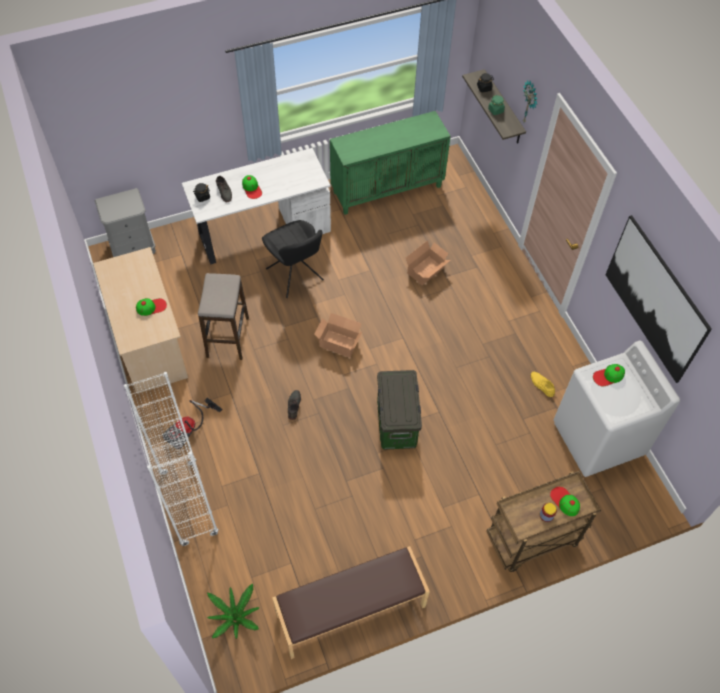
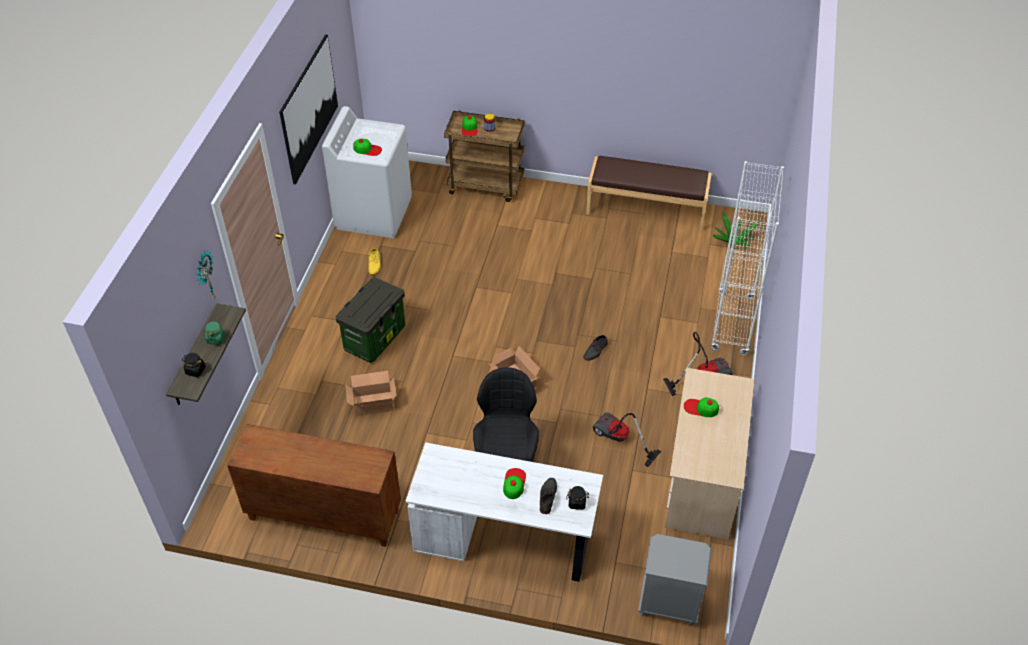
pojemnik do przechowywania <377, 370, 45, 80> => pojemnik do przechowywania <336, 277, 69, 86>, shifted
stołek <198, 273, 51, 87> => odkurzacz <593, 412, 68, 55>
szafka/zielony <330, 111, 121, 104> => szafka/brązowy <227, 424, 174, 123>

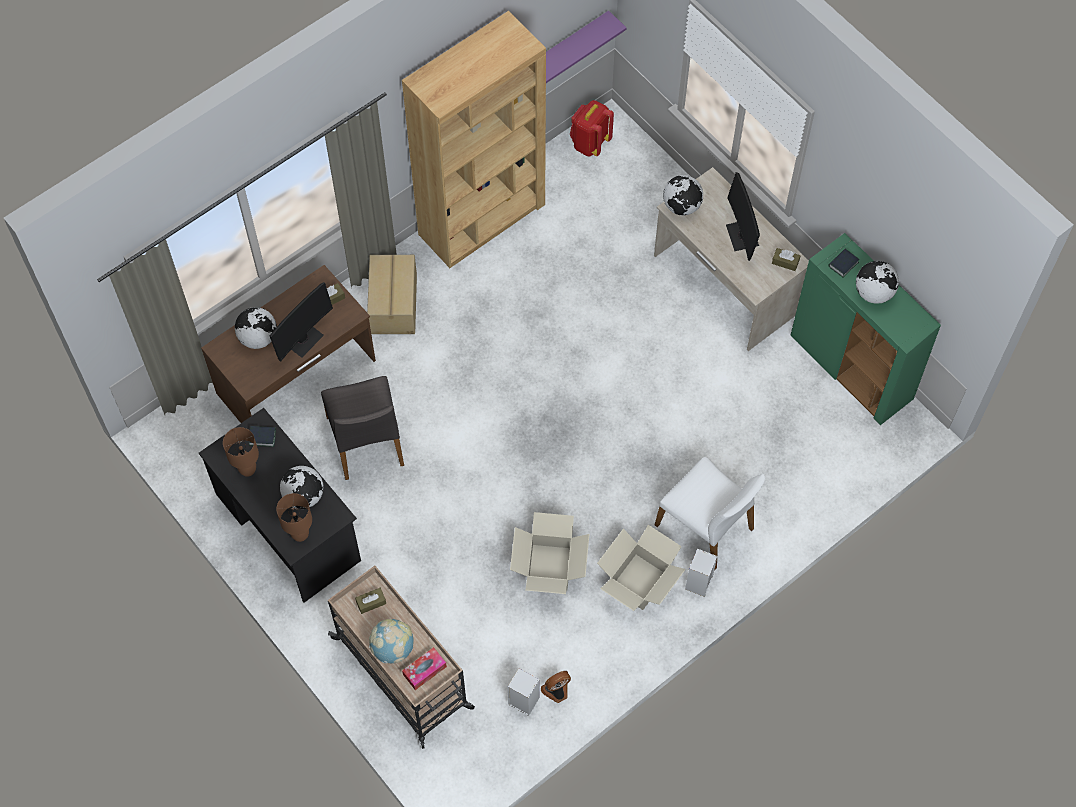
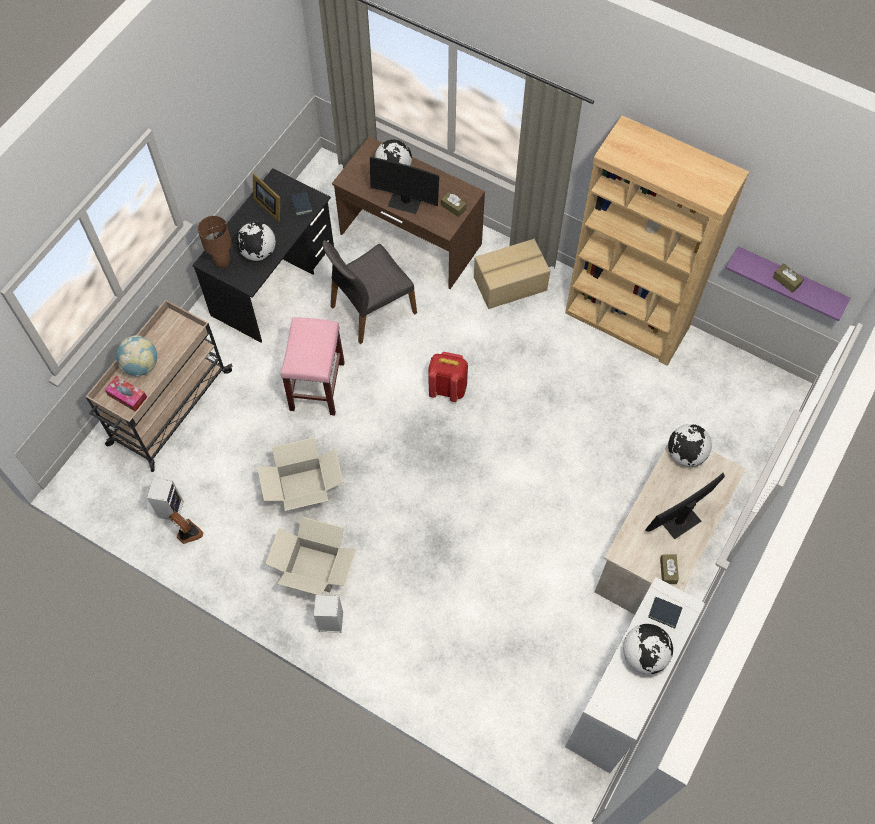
krzesło/biały <655, 457, 110, 114> => nothing
nothing => stołek/różowy <281, 317, 64, 99>
pudełko chusteczek/brązowy <355, 588, 31, 26> => pudełko chusteczek/brązowy <773, 264, 31, 29>, shifted
plecak/czerwony <570, 100, 44, 56> => plecak/czerwony <428, 352, 40, 50>, shifted
lampa stołowa/brązowy <223, 427, 36, 50> => ramka na zdjęcie <253, 173, 27, 49>
szafka/zielony <791, 233, 150, 192> => szafka/biały <565, 577, 140, 196>

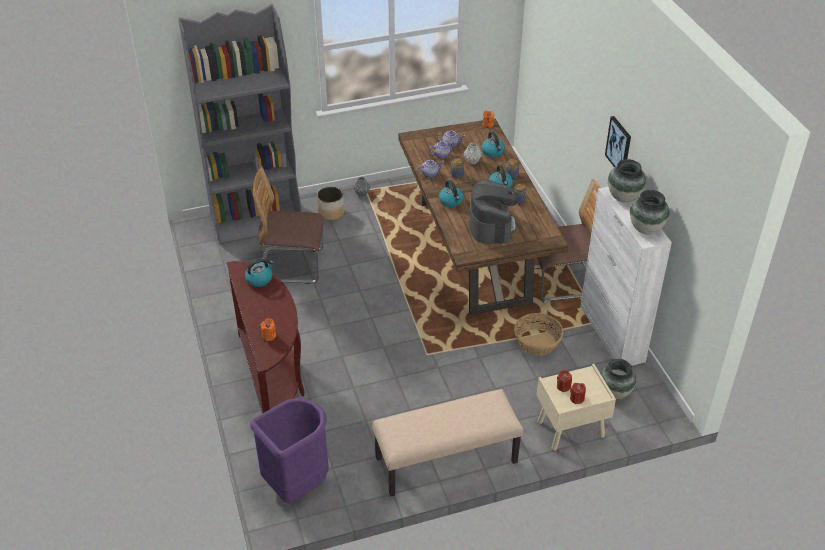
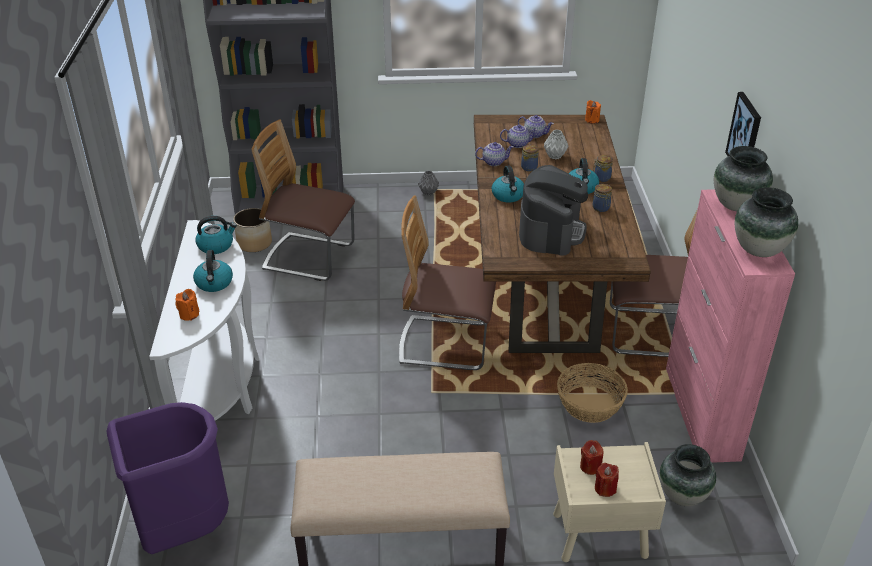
nothing => krzesło <399, 195, 97, 175>
donica <317, 187, 27, 34> => donica <233, 208, 39, 44>, shifted
czajnik <481, 131, 24, 26> => czajnik <193, 250, 40, 42>, shifted
stolik konsolowy/brązowy <227, 261, 78, 153> => stolik konsolowy/biały <149, 220, 110, 201>
szafka/biały <580, 187, 92, 179> => szafka/różowy <666, 189, 129, 274>

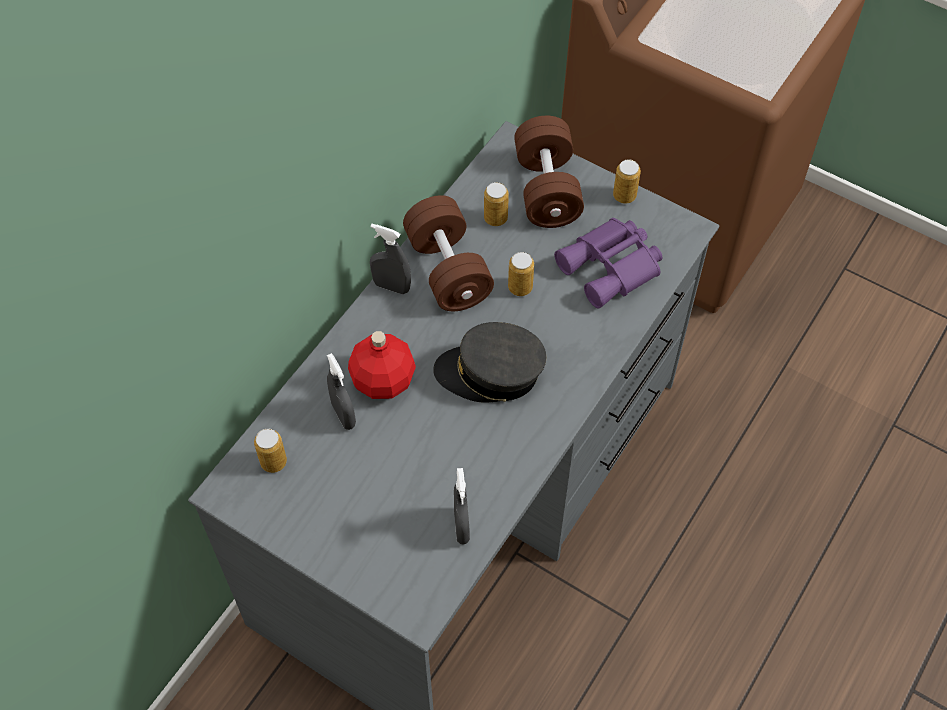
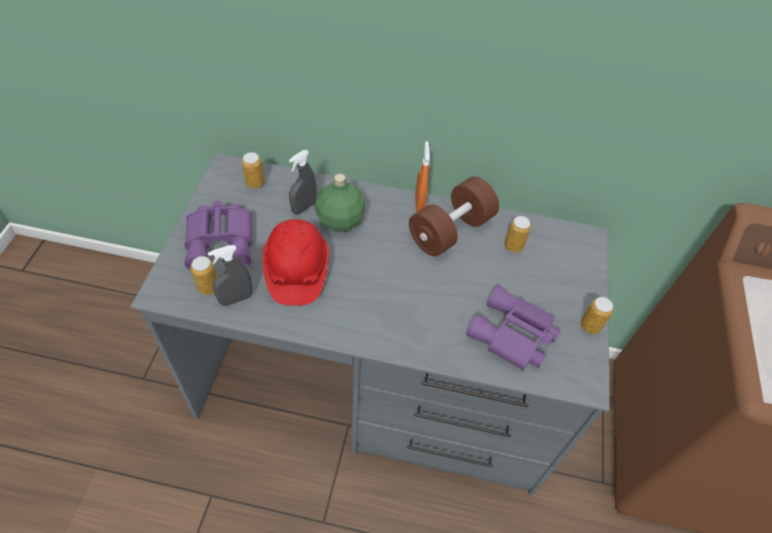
czapka z daszkiem/szary <433, 322, 113, 81> => nothing
hantel/brązowy <514, 116, 70, 112> => nothing
nothing => lornetka/fioletowy <184, 200, 69, 70>
nothing => kask/czerwony <262, 219, 67, 87>
puszka <508, 252, 26, 44> => puszka <190, 256, 27, 39>, shifted
butelka/czerwony <348, 331, 68, 68> => butelka/zielony <315, 174, 51, 58>
spryskiwacz/szary <370, 224, 41, 70> => spryskiwacz/pomarańczowy <415, 141, 15, 71>

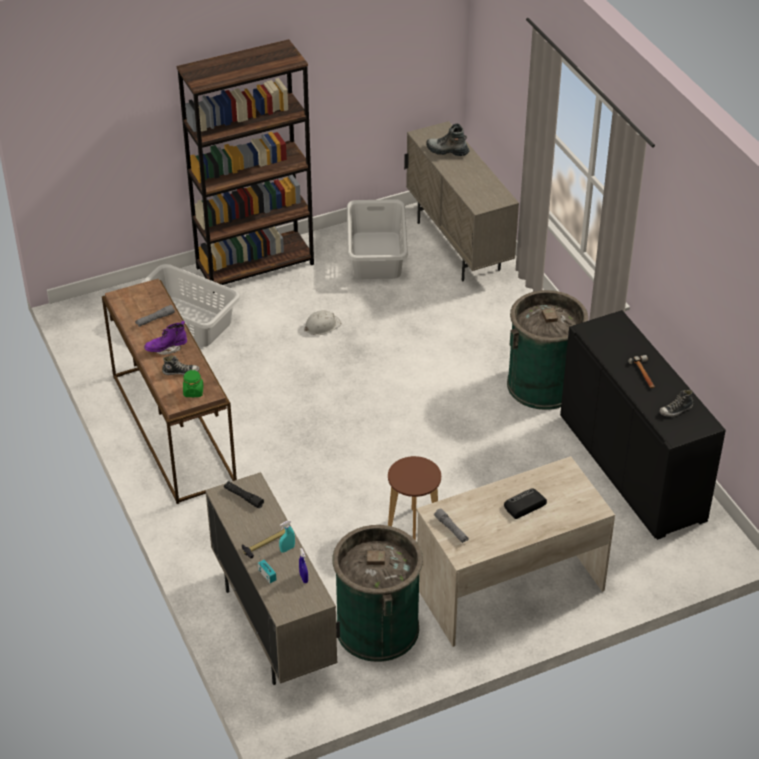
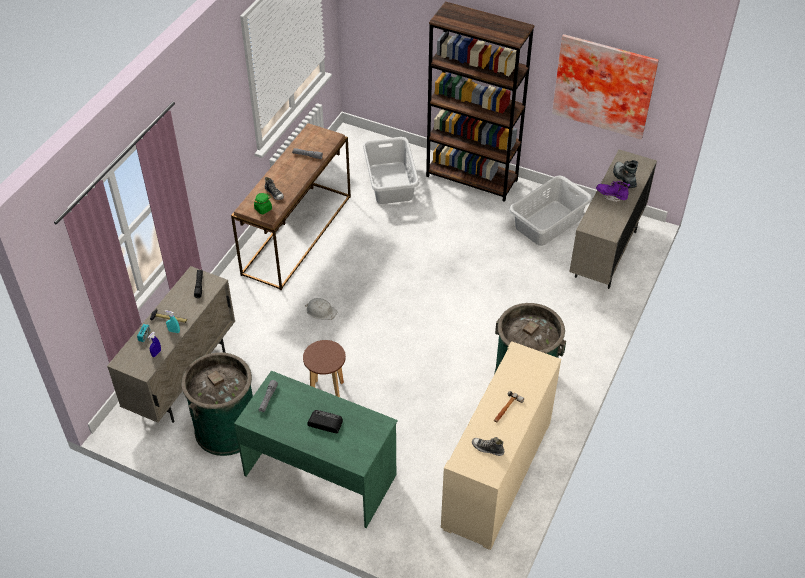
nothing => obraz <552, 34, 107, 105>
but z cholewką/fioletowy <144, 321, 43, 34> => but z cholewką/fioletowy <596, 181, 34, 21>, shifted
kask/biały <304, 310, 38, 25> => kask/biały <305, 298, 32, 22>, shifted
biurko/beżowy <416, 456, 199, 191> => biurko/zielony <234, 371, 163, 157>
szafka/czarny <560, 310, 166, 230> => szafka/beżowy <441, 341, 120, 209>

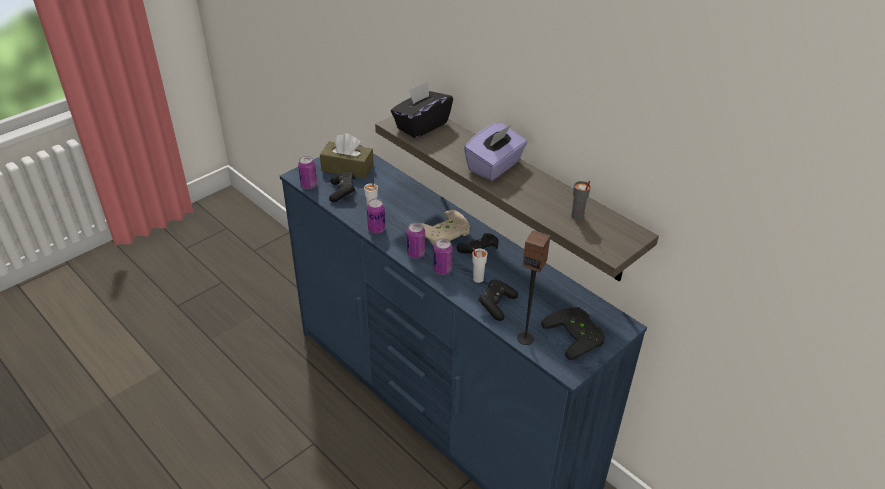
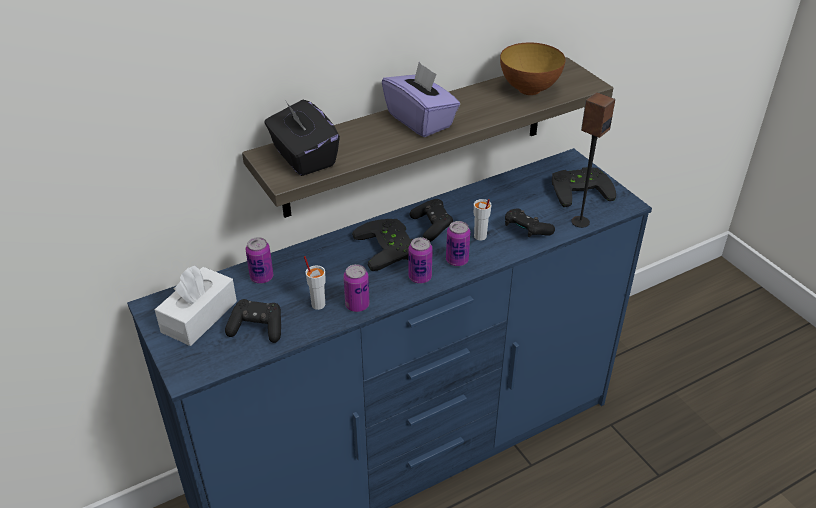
puszka <298, 156, 19, 33> => puszka <246, 237, 28, 47>, shifted
filiżanka/szary <571, 181, 20, 39> => miska <500, 42, 65, 53>
pudełko chusteczek/brązowy <320, 133, 54, 46> => pudełko chusteczek/biały <155, 265, 82, 81>
pad do gier/beżowy <420, 210, 50, 36> => pad do gier/czarny <352, 219, 61, 52>

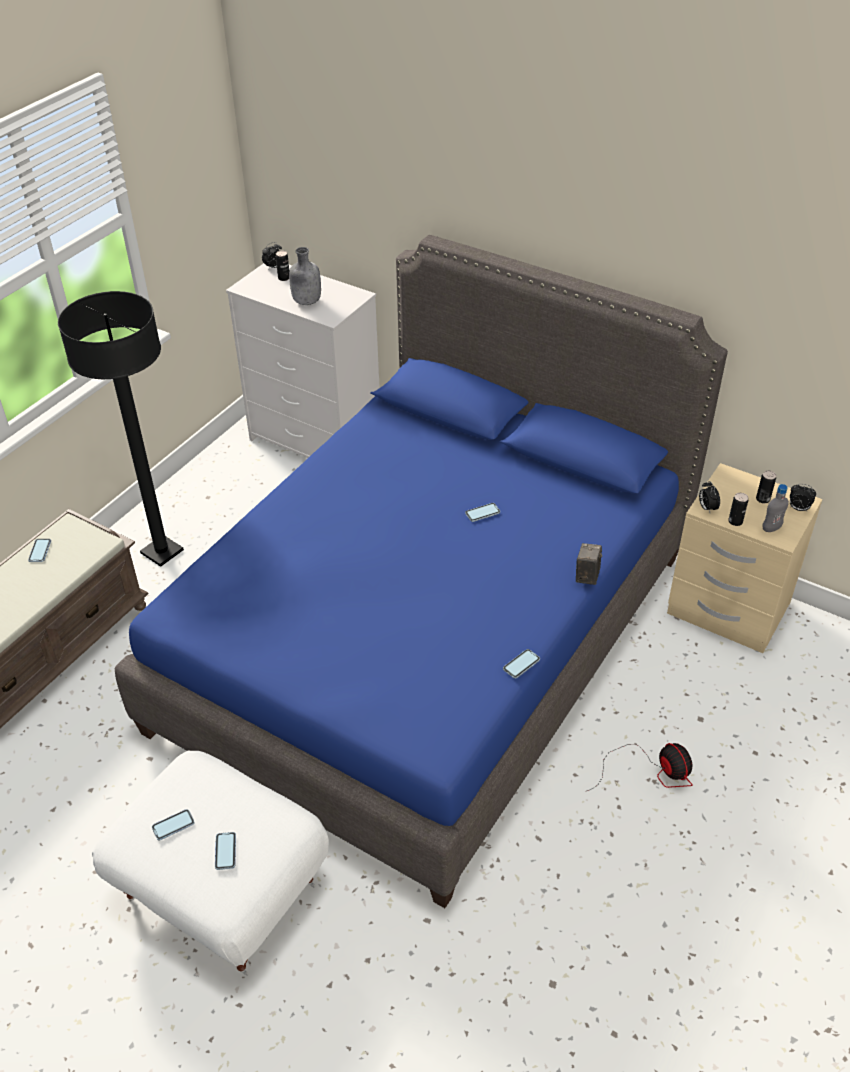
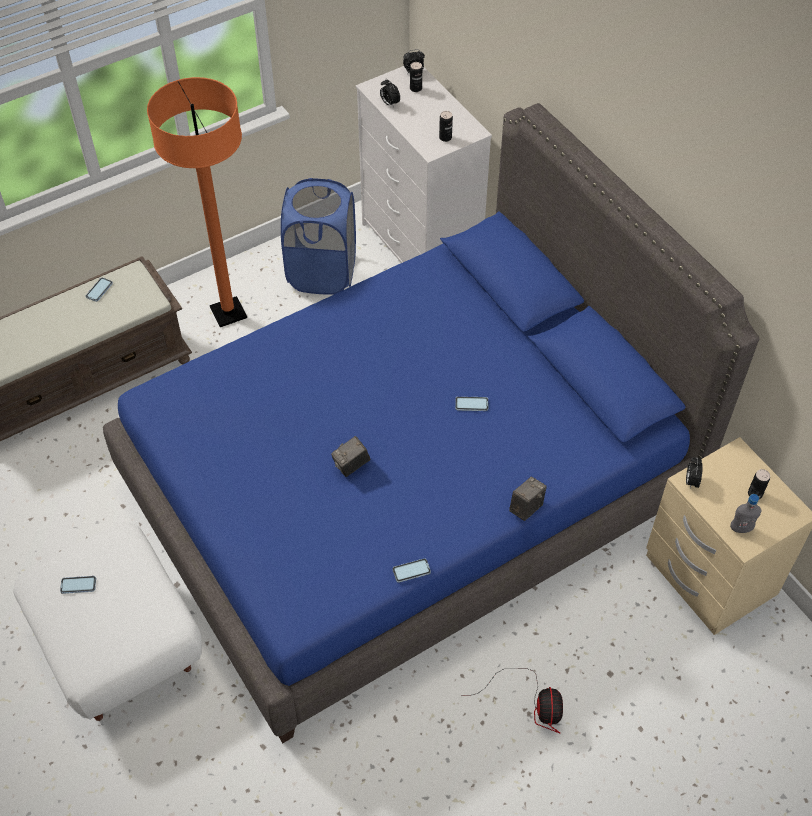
telefon <215, 832, 21, 38> => nothing
butelka/szary <289, 247, 32, 58> => nothing
nothing => kosz na pranie/niebieski <281, 178, 75, 117>
nothing => aparat fotograficzny <331, 436, 39, 41>
puszka <728, 493, 20, 33> => puszka <439, 111, 14, 31>, shifted
budzik <790, 484, 26, 27> => budzik <380, 79, 20, 28>, shifted
lampa stojąca/czarny <58, 291, 126, 276> => lampa stojąca/pomarańczowy <147, 77, 100, 250>

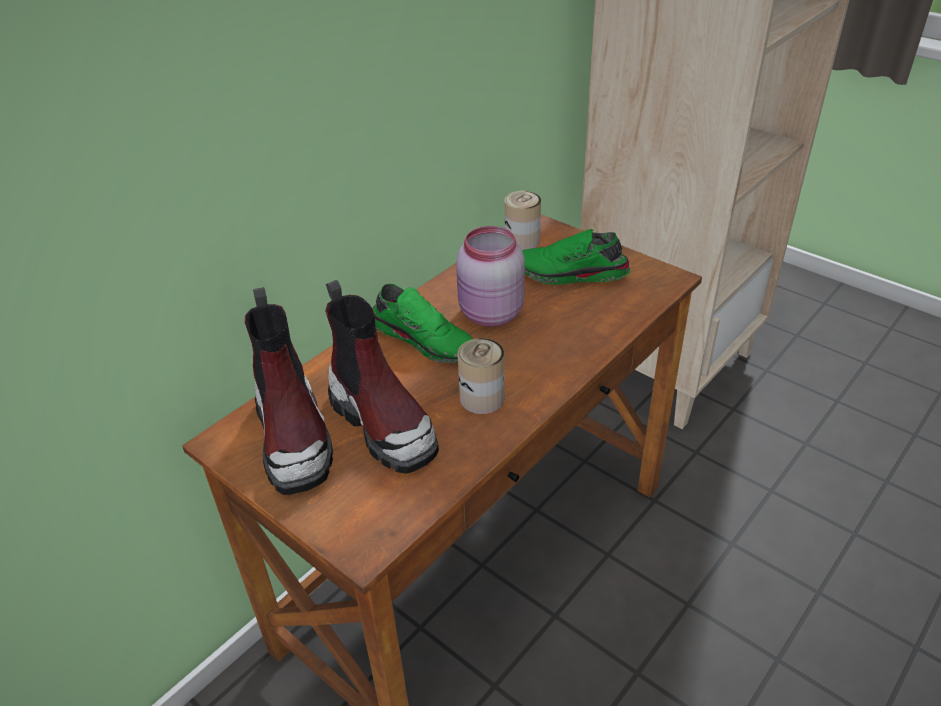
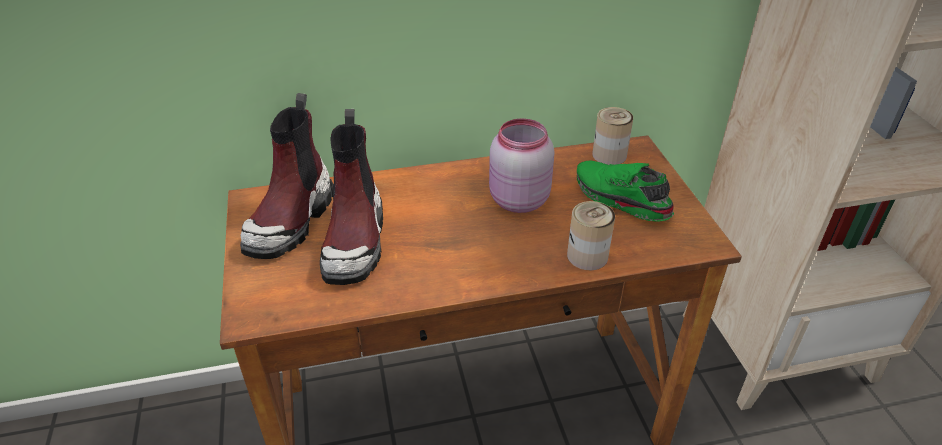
but/zielony <373, 284, 100, 79> => nothing
puszka <457, 338, 47, 76> => puszka <567, 201, 48, 69>, shifted

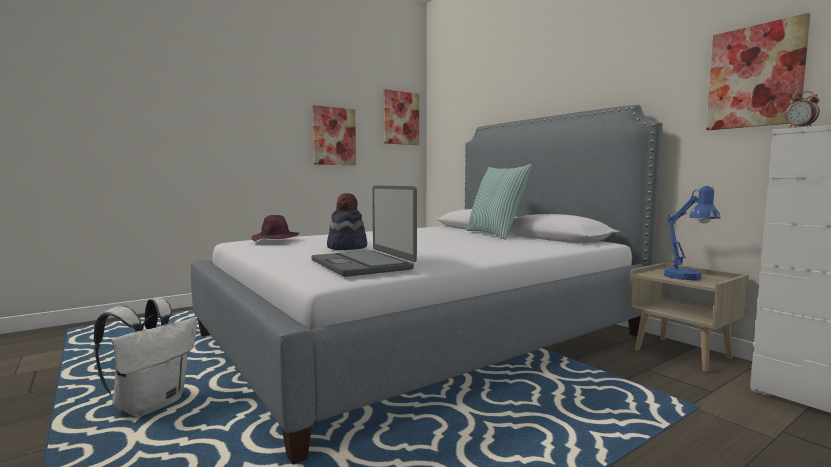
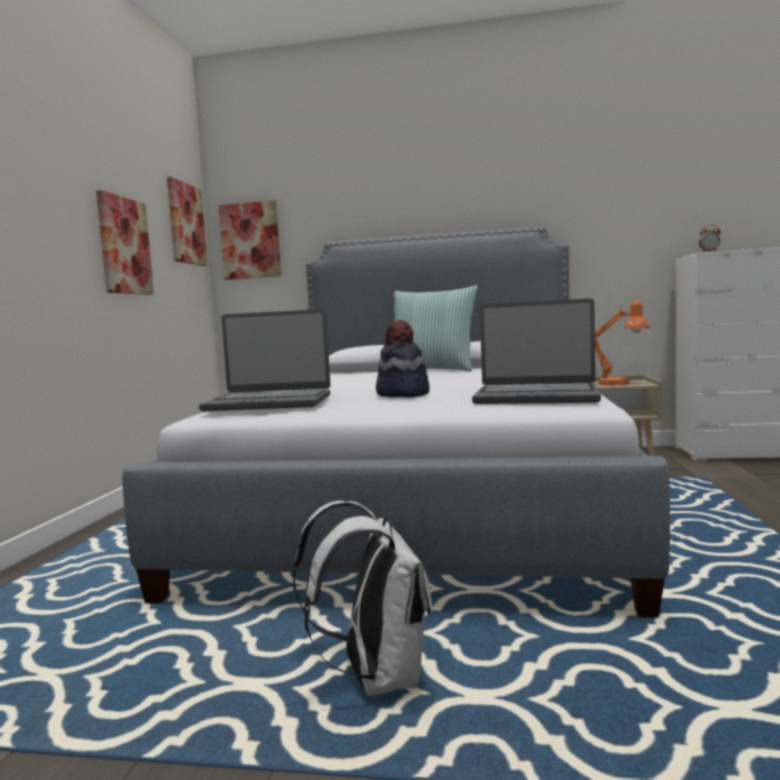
obraz <706, 13, 104, 117> => obraz <219, 200, 62, 80>, shifted
kapelusz/fioletowy <252, 215, 47, 26> => laptop <199, 309, 132, 102>
lampa stołowa/niebieski <664, 186, 57, 94> => lampa stołowa/pomarańczowy <595, 300, 54, 86>

